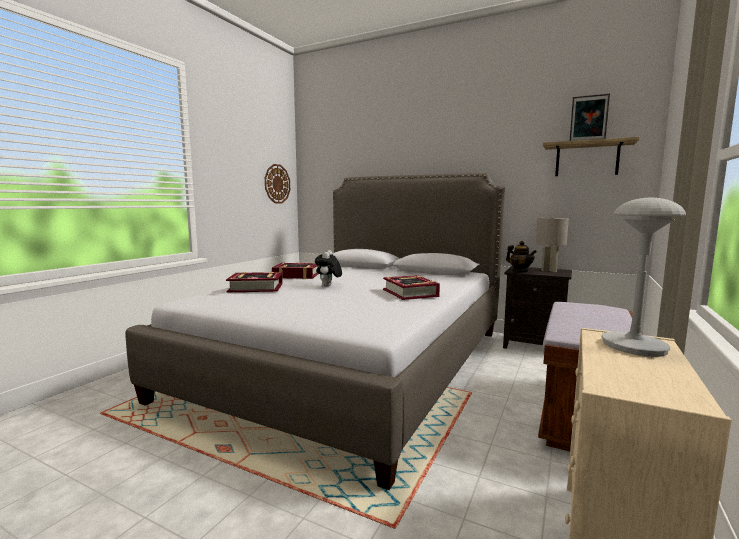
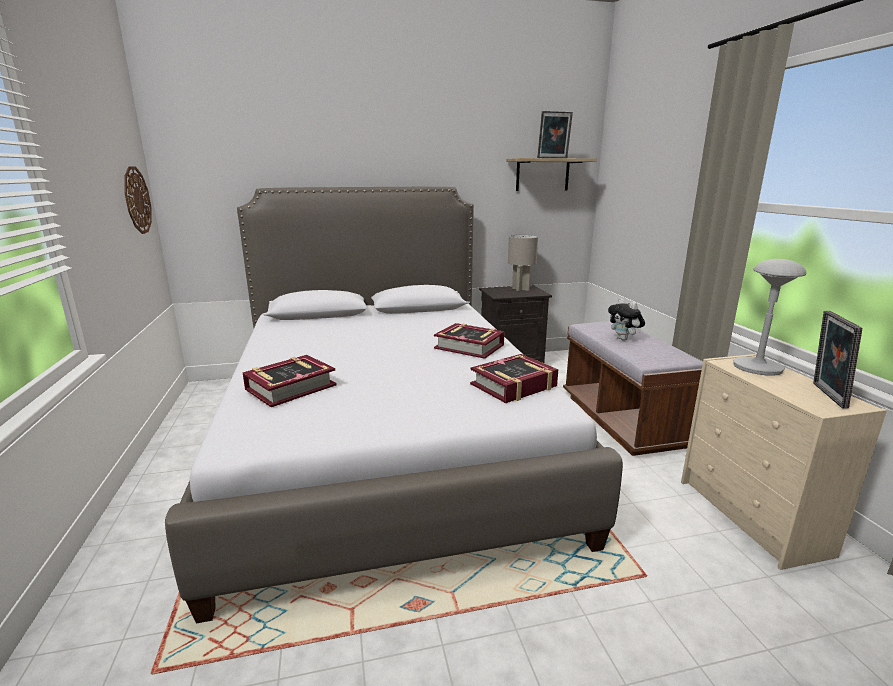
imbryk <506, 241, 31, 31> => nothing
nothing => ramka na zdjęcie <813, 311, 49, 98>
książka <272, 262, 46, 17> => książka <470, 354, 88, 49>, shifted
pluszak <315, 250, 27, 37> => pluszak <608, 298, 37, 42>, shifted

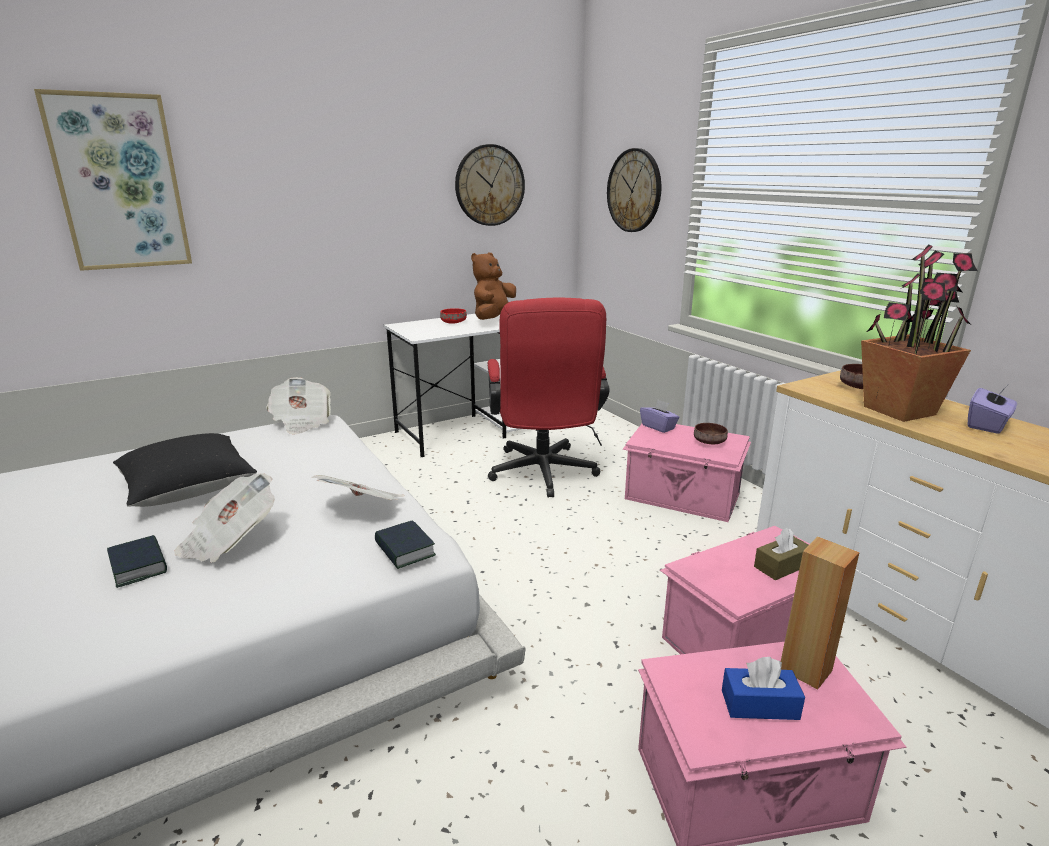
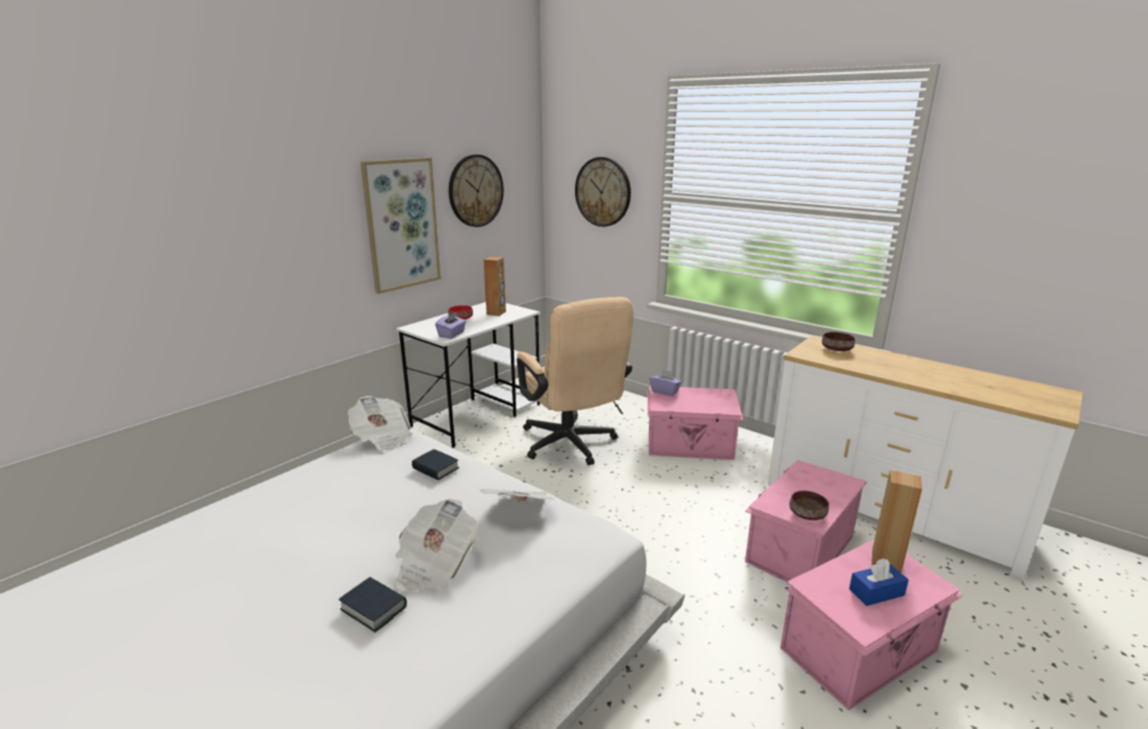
poduszka/czarny <113, 433, 144, 74> => nothing
pudełko chusteczek/brązowy <754, 527, 55, 53> => nothing
roślina doniczkowa <861, 244, 116, 178> => nothing
obraz <34, 89, 158, 182> => obraz <360, 158, 81, 136>, shifted
książka <375, 520, 61, 49> => książka <412, 449, 47, 31>, shifted
miska/brązowy <694, 423, 34, 21> => miska/brązowy <790, 491, 39, 29>, shifted
pudełko chusteczek/fioletowy <968, 385, 49, 49> => pudełko chusteczek/fioletowy <435, 312, 31, 27>, shifted
pluszak/brązowy <471, 252, 45, 68> => głośnik/brązowy <484, 257, 22, 59>
krzesło biurowe/czerwony <488, 298, 122, 199> => krzesło biurowe/beżowy <517, 297, 116, 168>

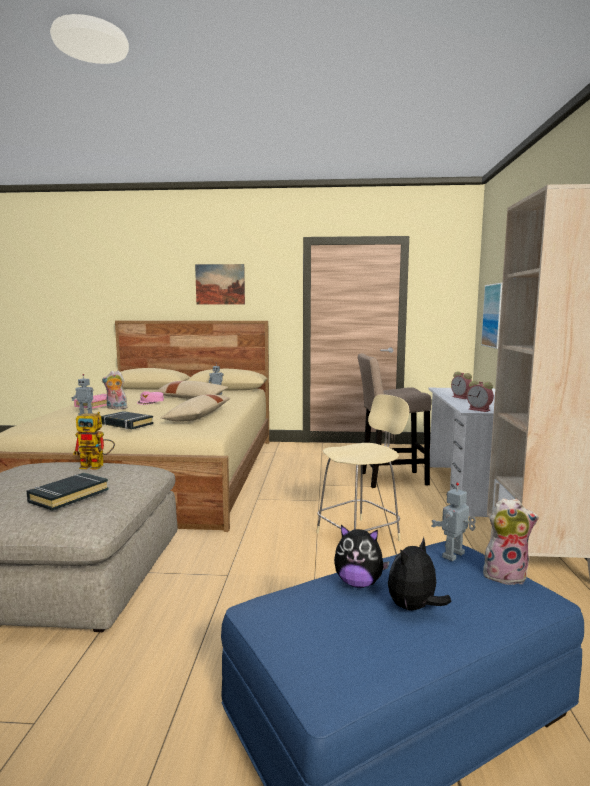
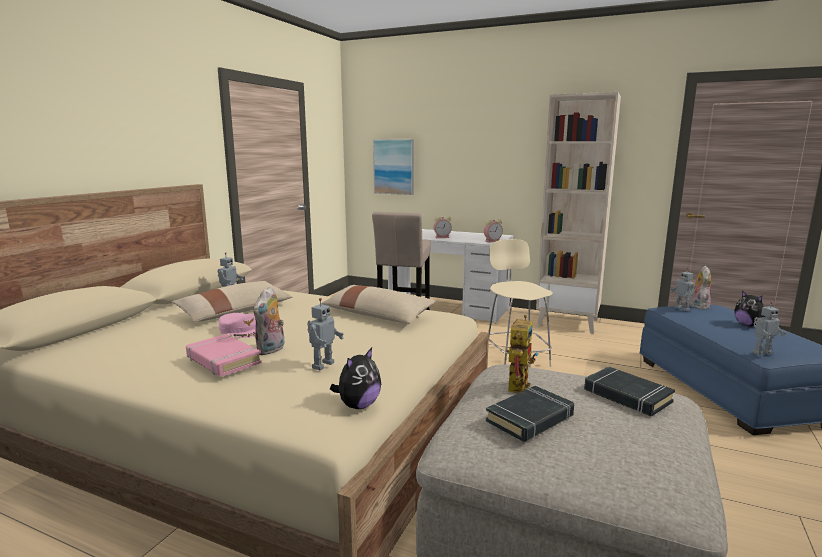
obraz <195, 264, 50, 41> => nothing
nothing => robot zabawkowy <752, 302, 35, 53>
książka/czarny <101, 411, 53, 18> => książka/czarny <486, 386, 88, 56>, shifted
pluszak <334, 525, 56, 63> => pluszak <330, 348, 51, 61>, shifted

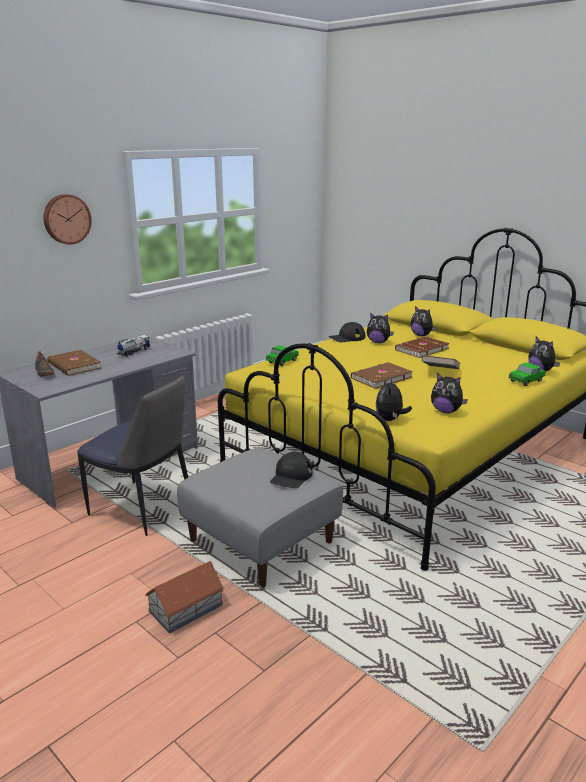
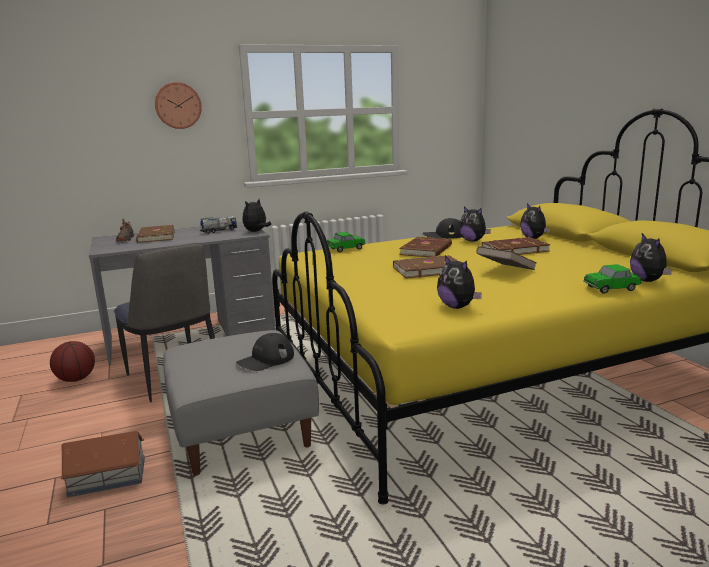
nothing => piłka do koszykówki <50, 341, 45, 41>
nothing => książka/brązowy <399, 237, 53, 20>
pluszak <376, 378, 36, 43> => pluszak <242, 199, 29, 33>, shifted

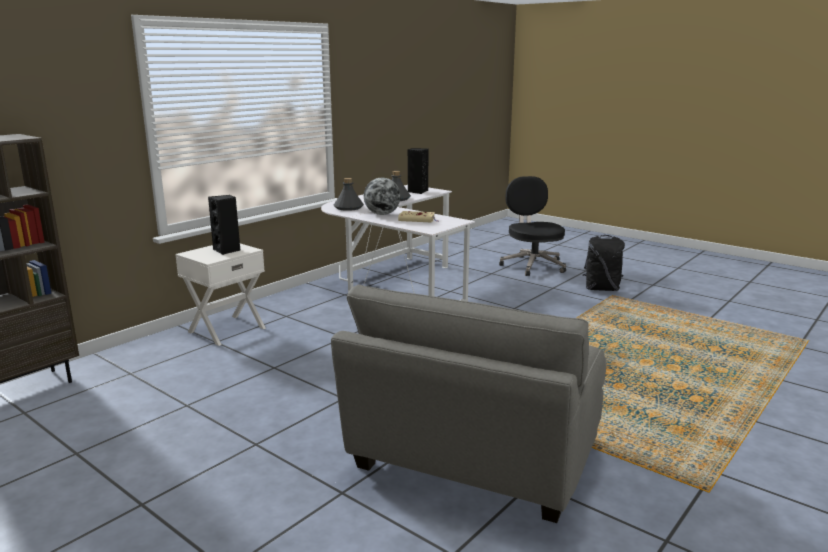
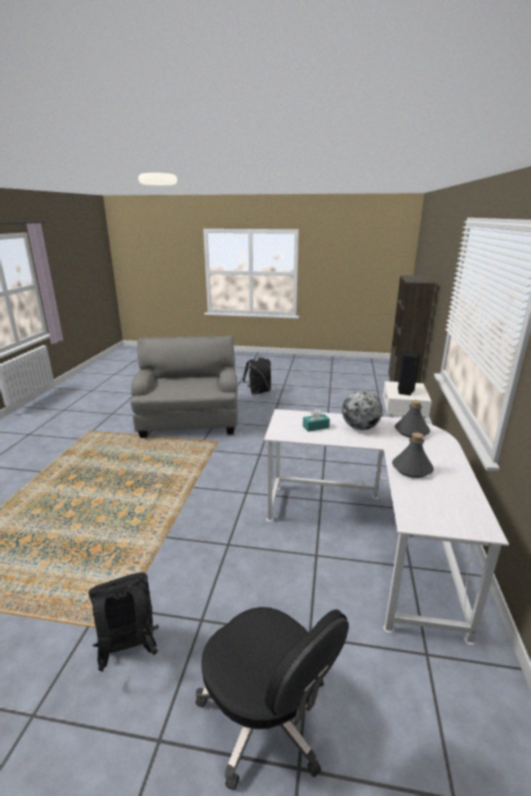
głośnik/czarny <408, 148, 21, 46> => nothing
nothing => plecak/czarny <243, 358, 28, 37>
książka/beżowy <398, 211, 39, 11> => pudełko chusteczek/turkusowy <303, 408, 27, 24>

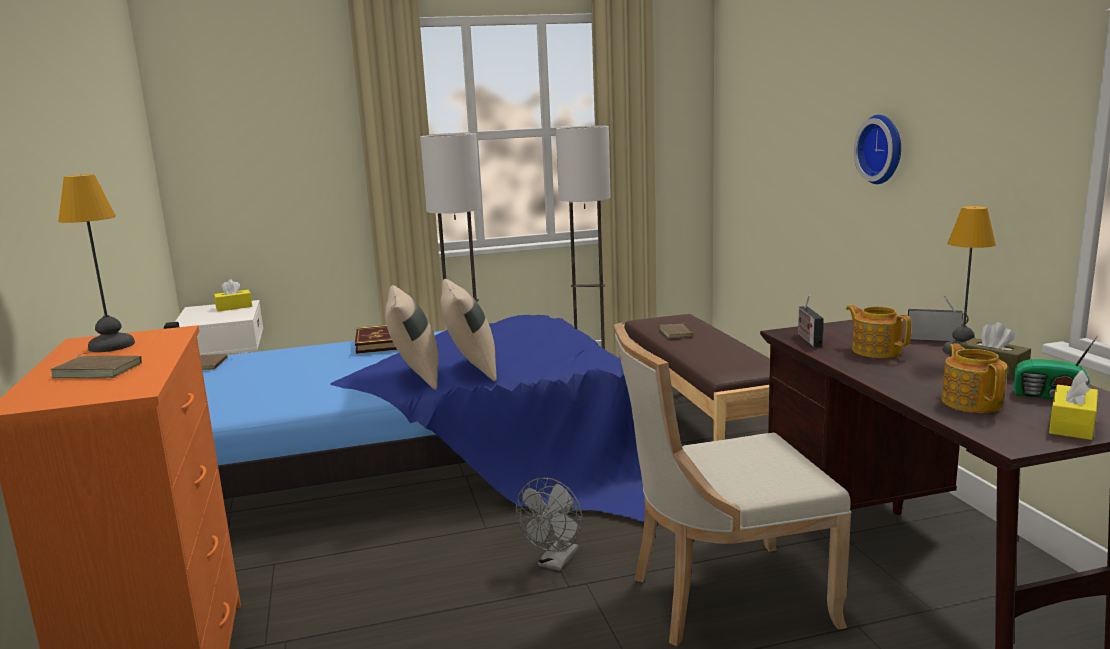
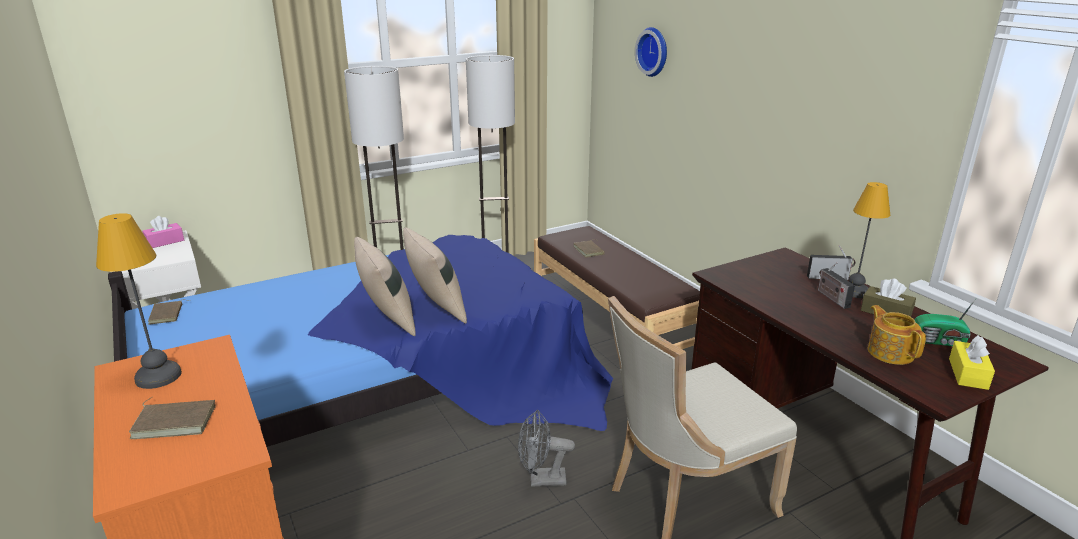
książka <355, 325, 42, 29> => nothing
imbryk <846, 305, 66, 53> => nothing
radio <798, 295, 26, 52> => radio <818, 262, 37, 47>, shifted
zegar ścienny <854, 115, 47, 69> => zegar ścienny <635, 27, 32, 50>, shifted
pudełko chusteczek/żółty <214, 279, 38, 32> => pudełko chusteczek/różowy <142, 216, 42, 32>
wentylator/szary <516, 478, 67, 93> => wentylator/szary <518, 410, 57, 77>, 75 degrees clockwise

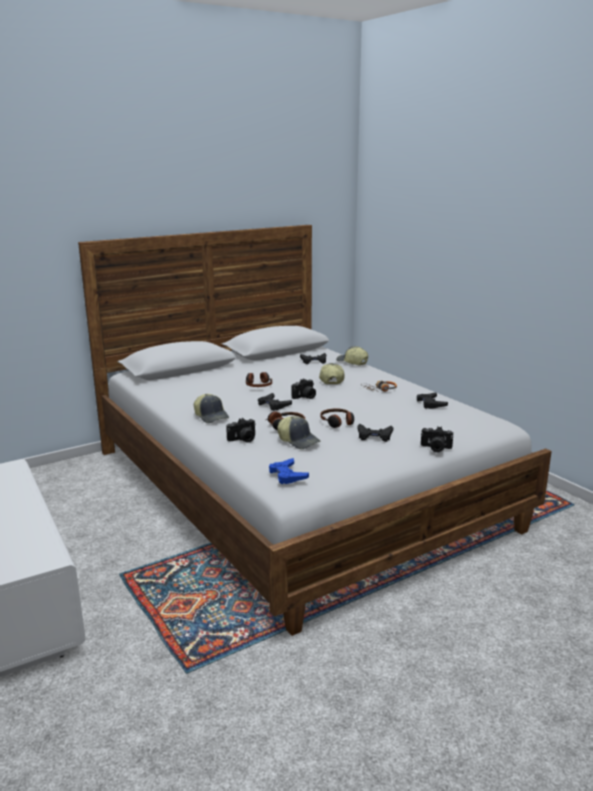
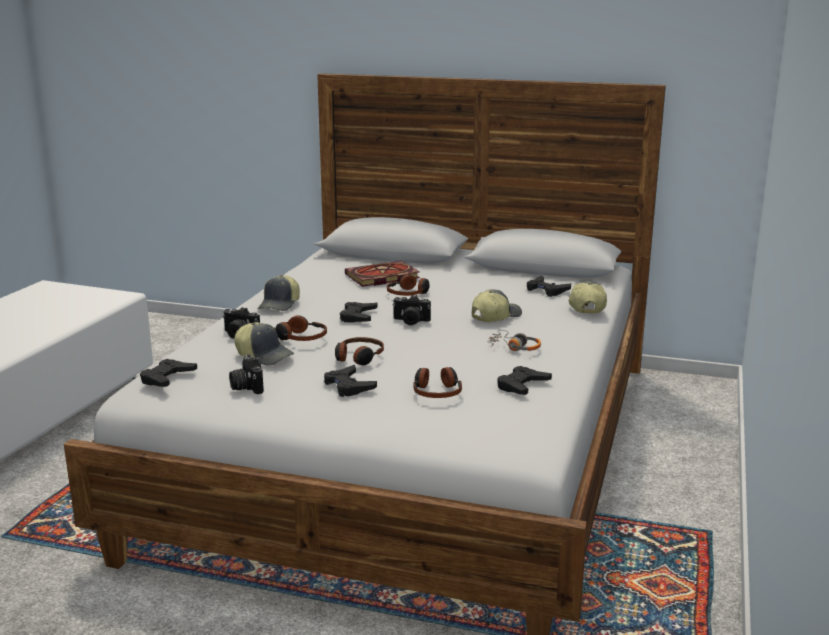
nothing => książka <345, 261, 75, 26>
nothing => słuchawki <413, 367, 49, 31>
aparat fotograficzny <421, 426, 32, 27> => aparat fotograficzny <229, 354, 35, 40>, shifted
pad do gier/niebieski <269, 458, 40, 26> => pad do gier/czarny <140, 359, 57, 28>
czapka z daszkiem <277, 416, 43, 33> => czapka z daszkiem <234, 322, 60, 44>, 60 degrees counterclockwise

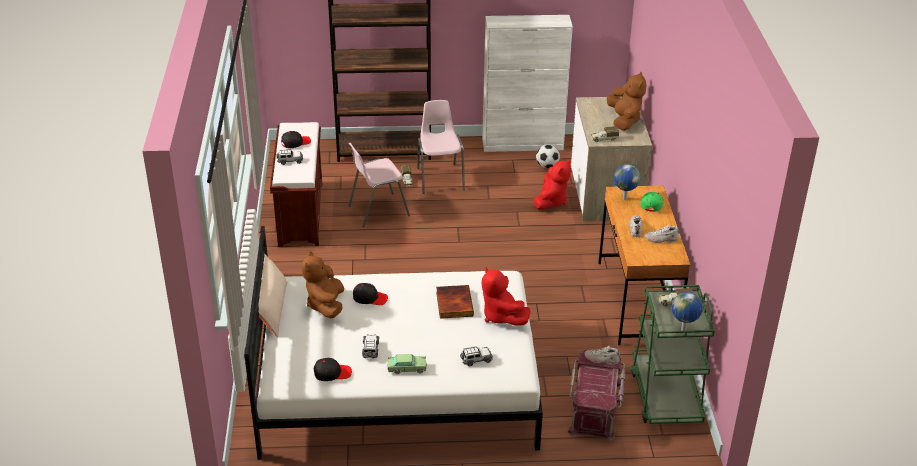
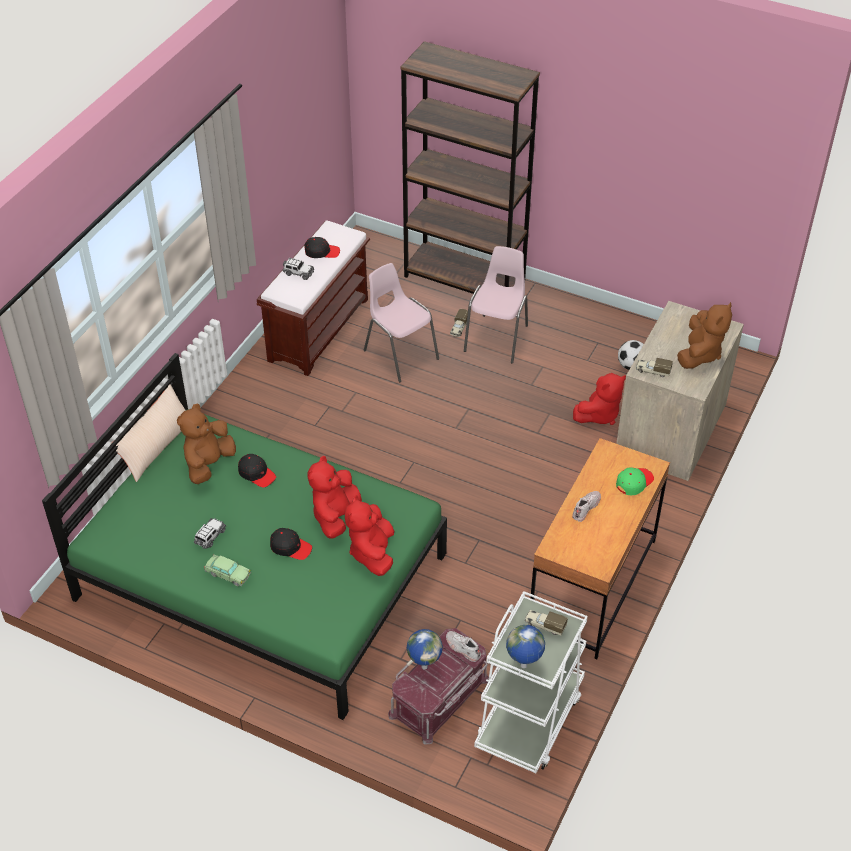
samochodzik <460, 346, 33, 20> => nothing
szafka/biały <482, 15, 91, 137> => nothing
but/biały <645, 224, 34, 19> => nothing
czapka z daszkiem/czarny <314, 358, 38, 23> => czapka z daszkiem/czarny <270, 528, 42, 32>, shifted
globus <614, 164, 27, 36> => globus <407, 629, 36, 40>, shifted
książka <436, 285, 38, 34> => pluszak/czerwony <307, 456, 55, 83>
łóżko/biały <244, 226, 299, 234> => łóżko/zielony <42, 353, 405, 367>
wózek/zielony <631, 285, 84, 139> => wózek/biały <474, 591, 114, 182>
krzesło/różowy <348, 143, 62, 84> => krzesło/różowy <364, 263, 75, 120>, 45 degrees clockwise

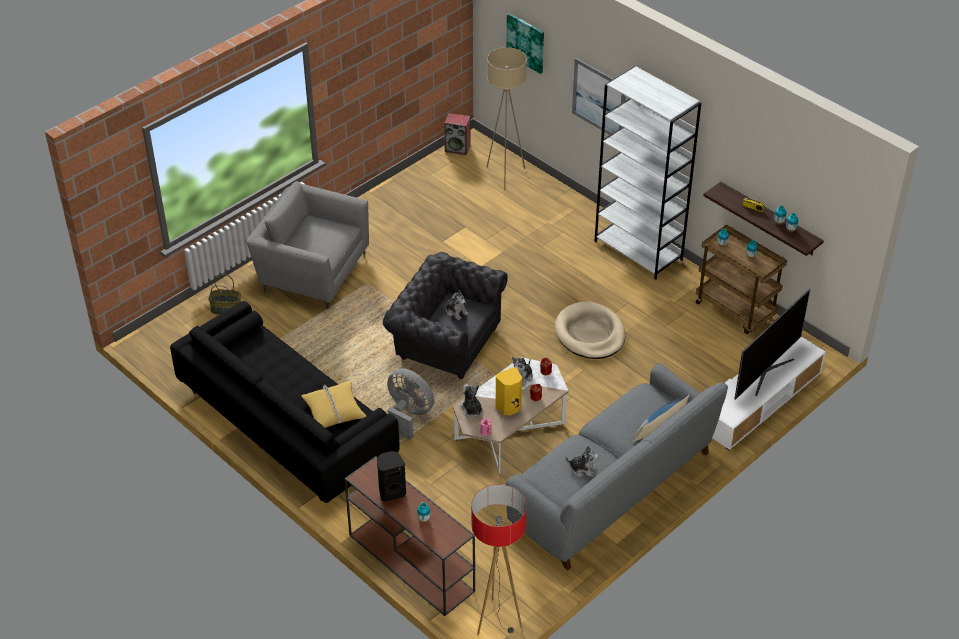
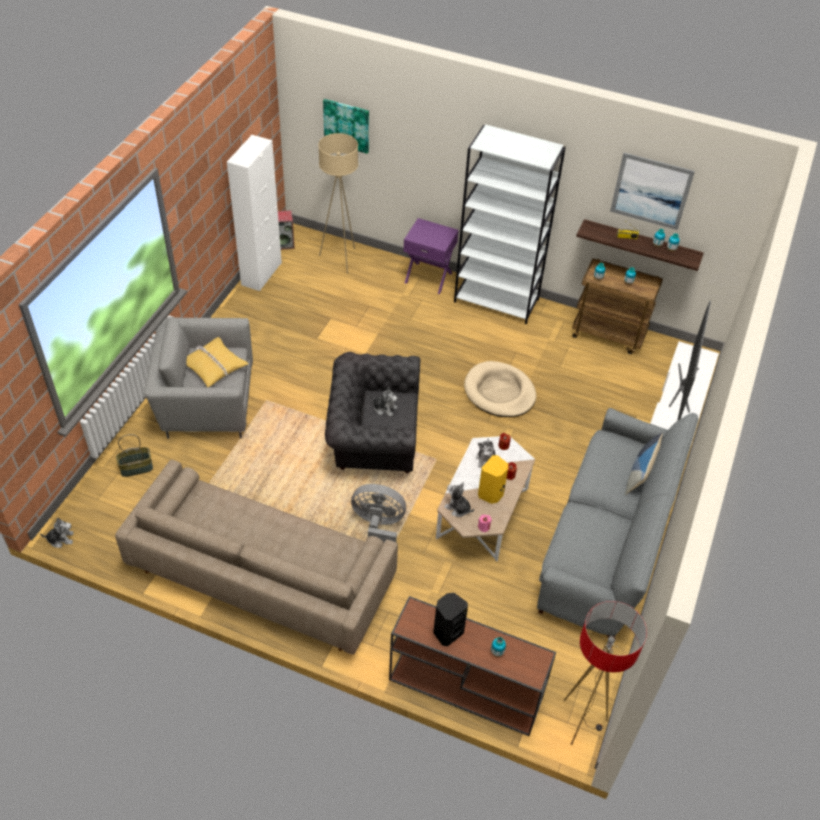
nothing => szafka/biały <227, 135, 55, 156>
nothing => szafka nocna/fioletowy <403, 218, 56, 76>
poduszka/żółty <301, 381, 65, 47> => poduszka/żółty <186, 337, 63, 50>, shifted
pluszak <566, 445, 33, 32> => pluszak <40, 518, 34, 30>, shifted
obraz <572, 58, 54, 77> => obraz <610, 153, 85, 77>, shifted
kanapa/czarny <170, 301, 230, 202> => kanapa/beżowy <115, 460, 283, 195>

